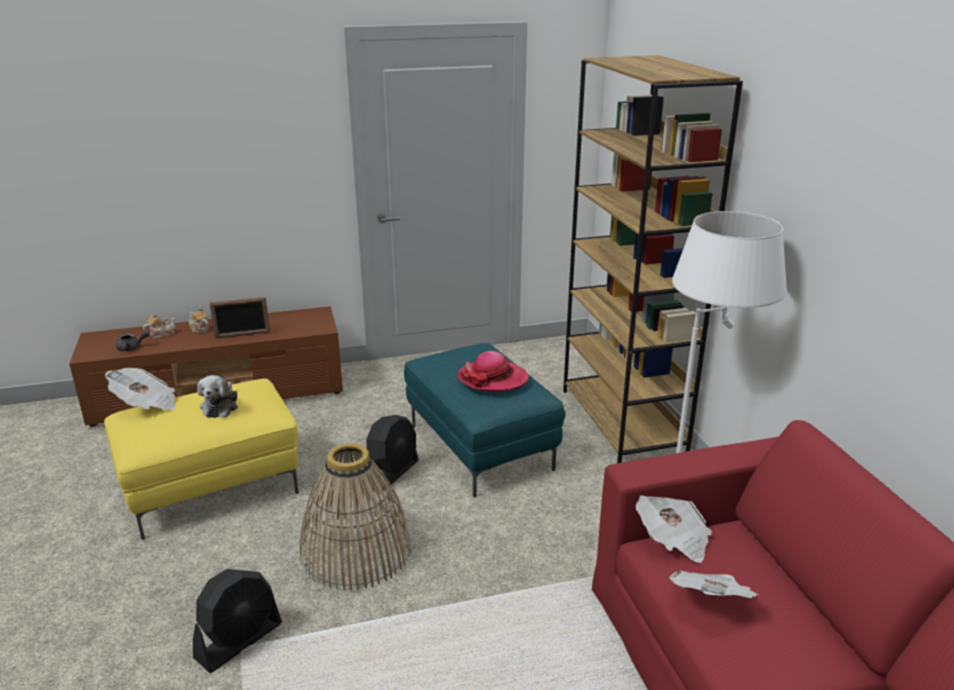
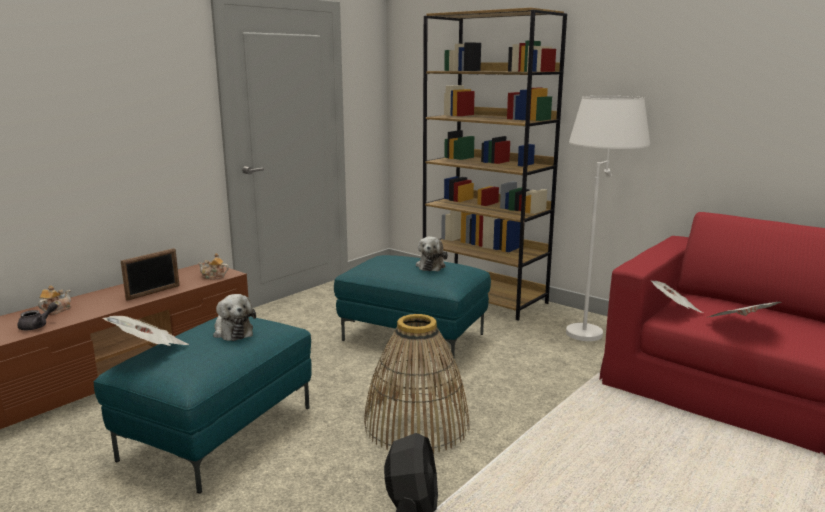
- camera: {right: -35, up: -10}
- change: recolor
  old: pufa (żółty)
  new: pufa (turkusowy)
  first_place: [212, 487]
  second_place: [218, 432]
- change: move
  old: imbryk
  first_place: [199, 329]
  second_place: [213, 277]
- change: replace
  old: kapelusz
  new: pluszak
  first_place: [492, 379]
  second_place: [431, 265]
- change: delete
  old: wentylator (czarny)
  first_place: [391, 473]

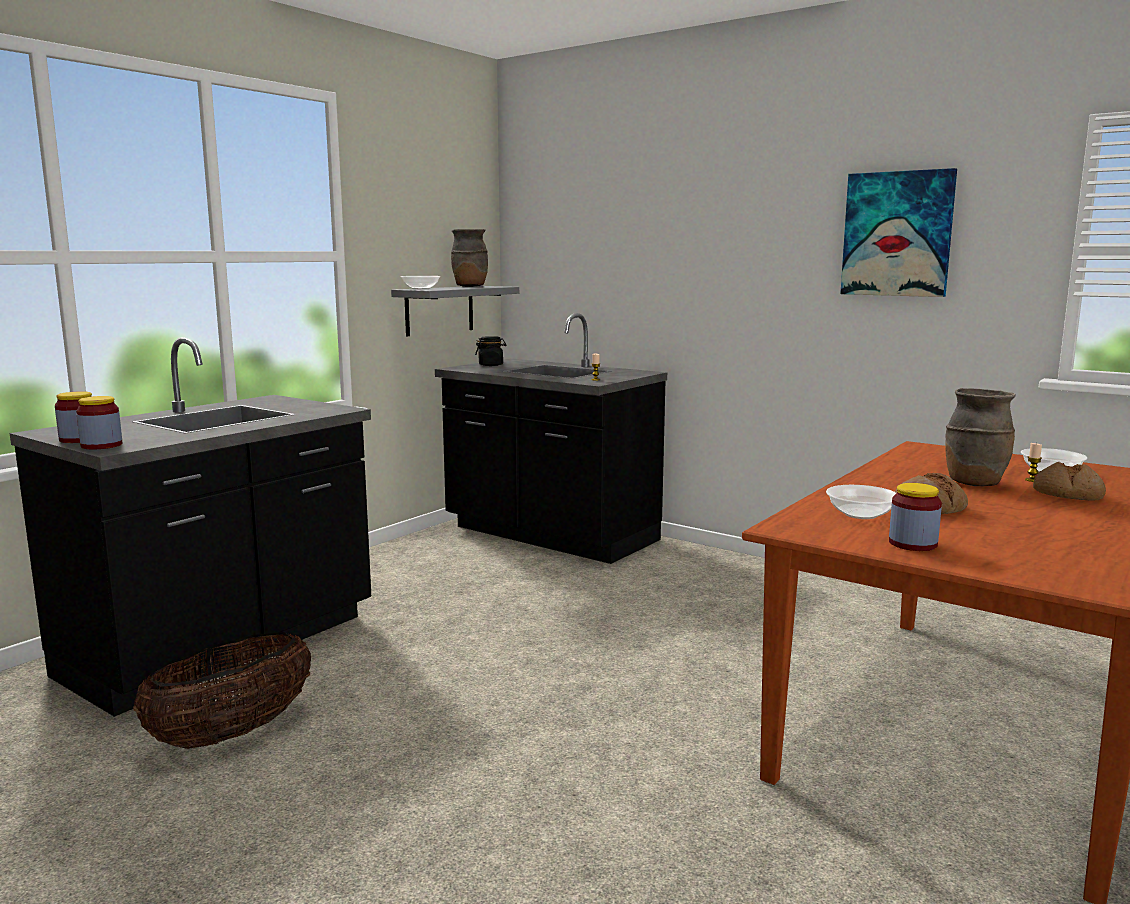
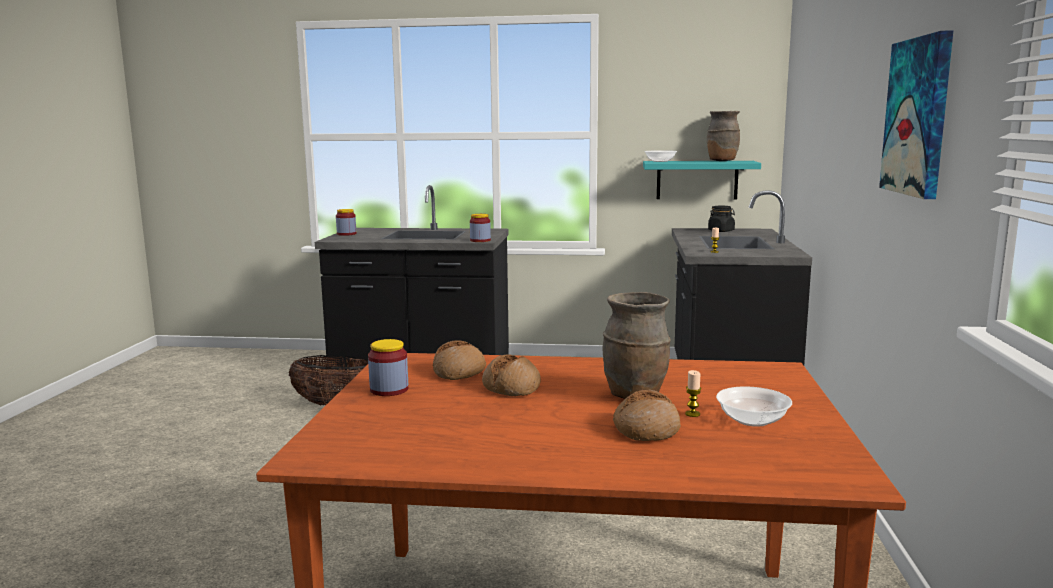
- camera: {right: 60, up: 0}
- change: replace
  old: miska
  new: chleb
  first_place: [861, 514]
  second_place: [459, 371]
- change: move
  old: słoik
  first_place: [101, 445]
  second_place: [480, 240]
- change: recolor
  old: półka (szary)
  new: półka (turkusowy)
  first_place: [439, 310]
  second_place: [697, 180]

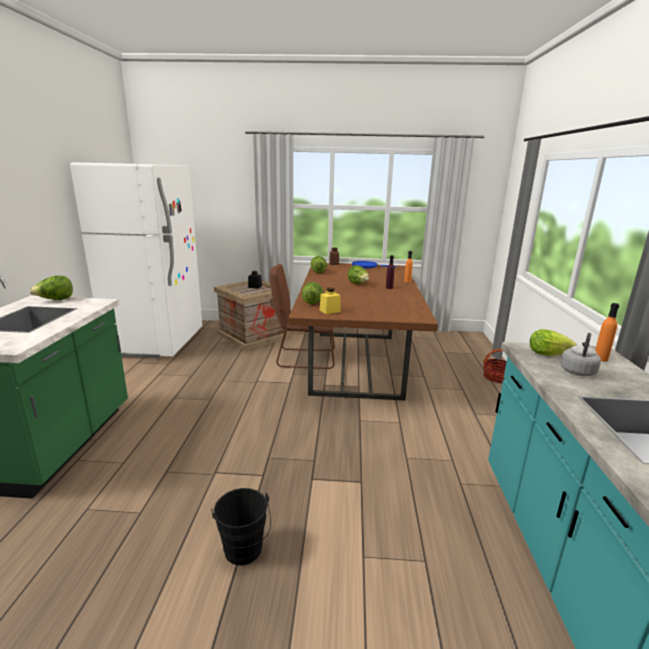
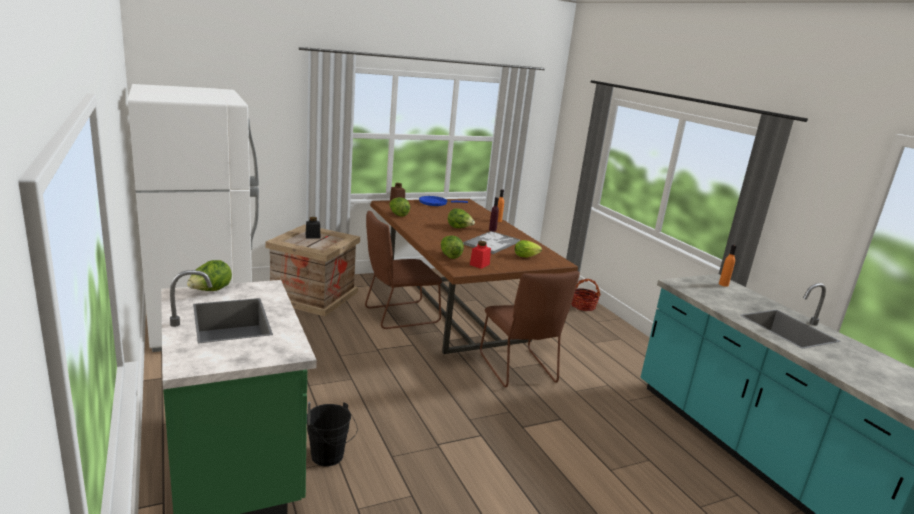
- camera: {right: -30, up: 0}
- change: move
  old: wiadro (czarny)
  first_place: [244, 553]
  second_place: [330, 457]
- change: insert
  new: taca
  second_place: [492, 243]
- change: recolor
  old: słoik (żółty)
  new: słoik (czerwony)
  first_place: [330, 311]
  second_place: [479, 264]
- change: insert
  new: krzesło (brązowy)
  second_place: [519, 370]
- change: move
  old: sałata
  first_place: [550, 355]
  second_place: [527, 256]
- change: delete
  old: czajnik (szary)
  first_place: [578, 371]

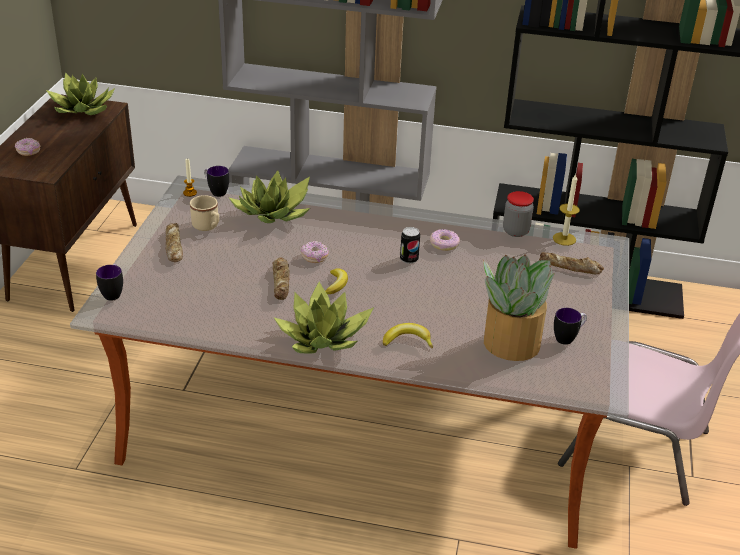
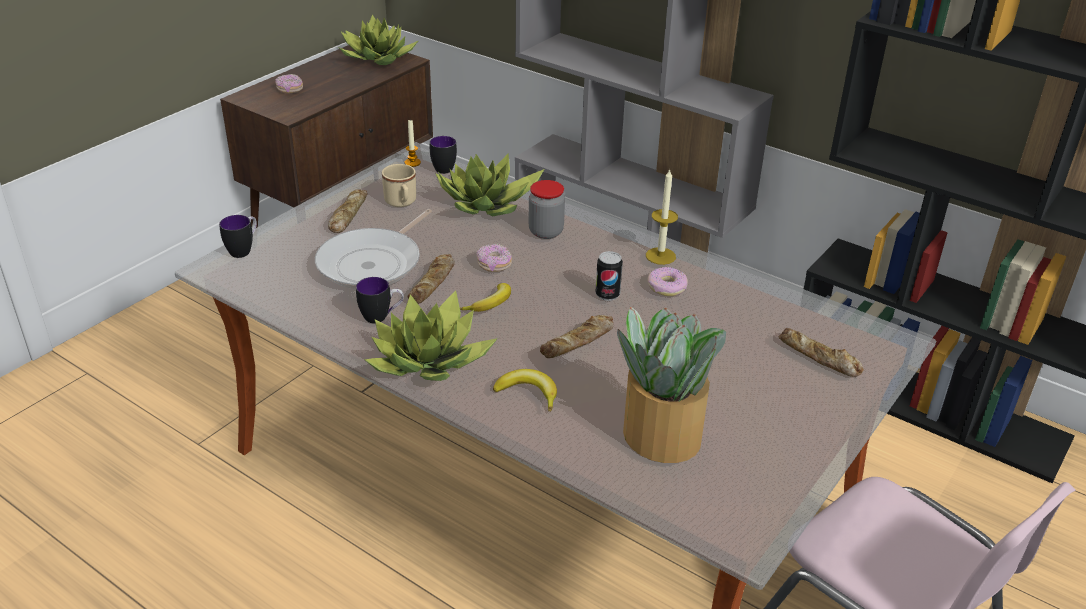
- camera: {right: 25, up: 0}
- change: insert
  new: patelnia
  second_place: [373, 263]
- change: move
  old: kubek
  first_place: [568, 338]
  second_place: [381, 317]
- change: move
  old: słoik
  first_place: [515, 231]
  second_place: [546, 232]
- change: insert
  new: chleb
  second_place: [578, 342]
- change: move
  old: świeca
  first_place: [564, 239]
  second_place: [660, 256]

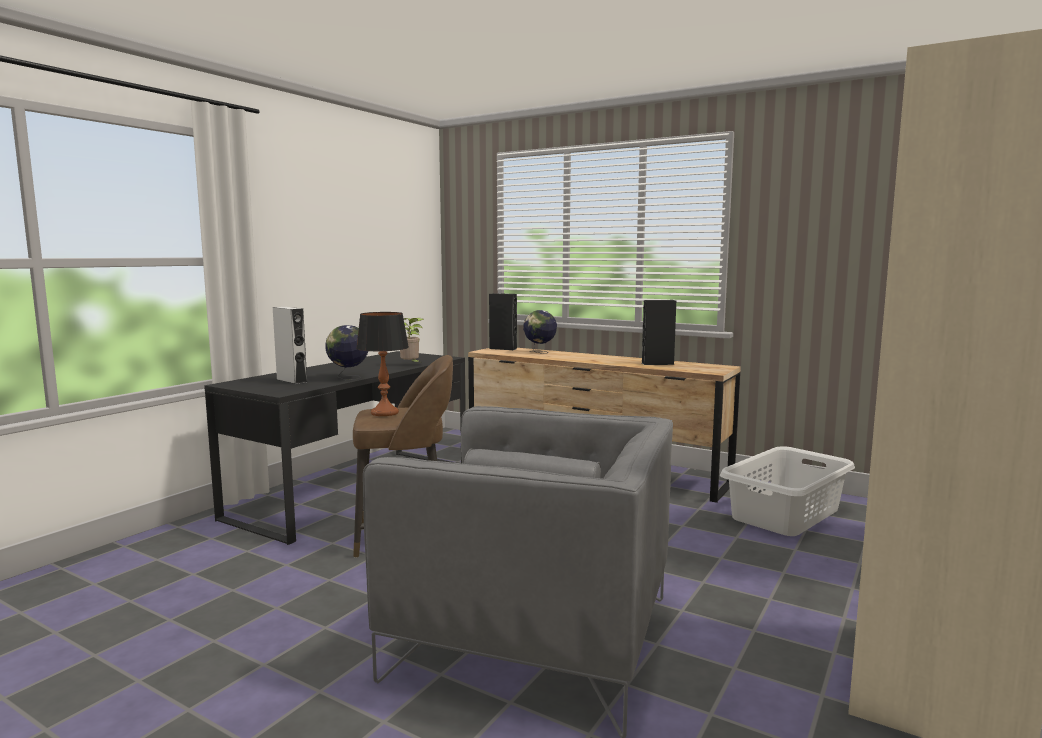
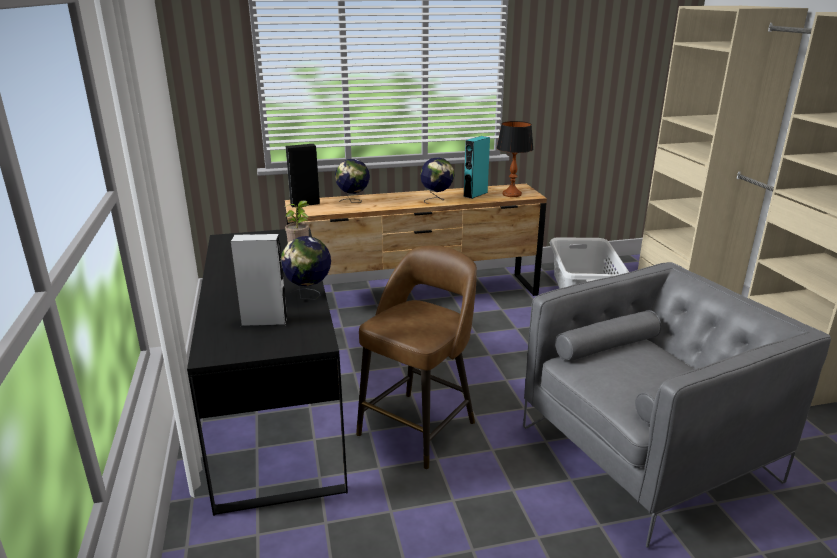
- camera: {right: -45, up: 15}
- change: insert
  new: globus
  second_place: [437, 200]
- change: recolor
  old: głośnik (czarny)
  new: głośnik (turkusowy)
  first_place: [657, 363]
  second_place: [475, 194]
- change: move
  old: lampa stołowa
  first_place: [385, 413]
  second_place: [512, 194]

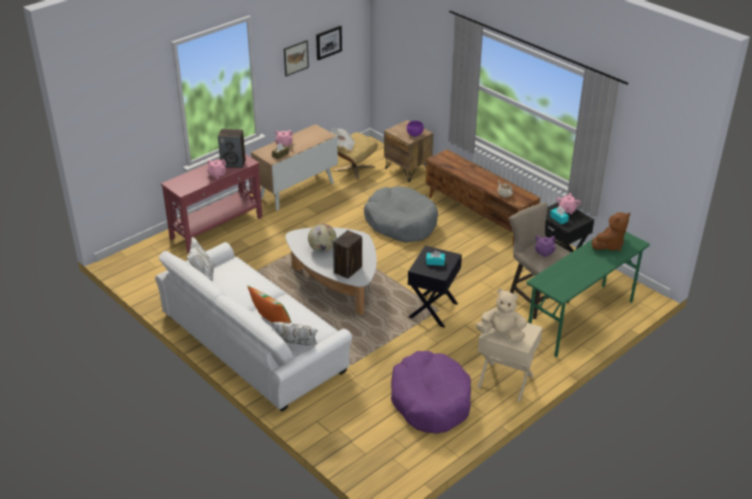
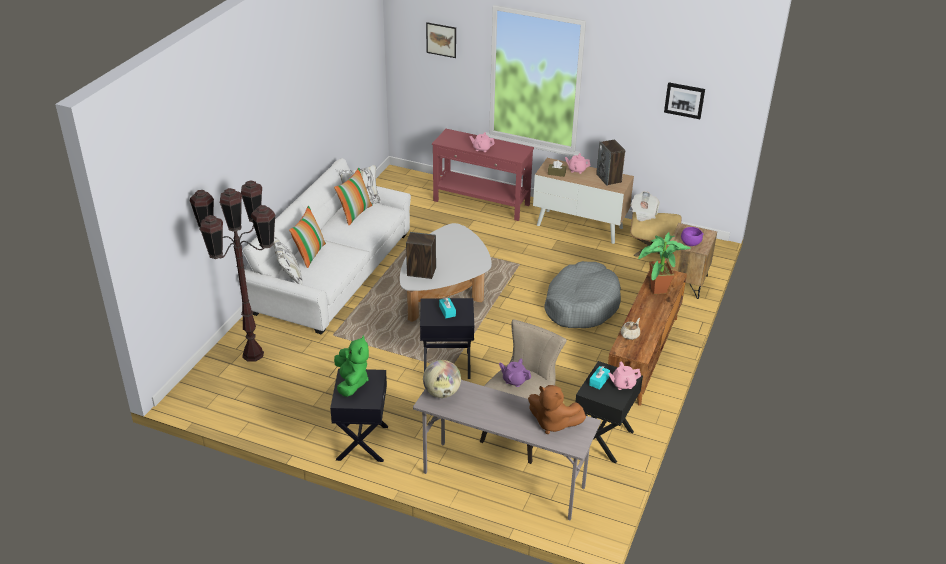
- camera: {right: 65, up: 0}
- change: insert
  new: lampa stojąca (brązowy)
  second_place: [253, 354]
- change: recolor
  old: stolik (beżowy)
  new: stolik (czarny)
  first_place: [505, 382]
  second_place: [361, 443]
- change: insert
  new: poduszka
  second_place: [355, 213]
- change: recolor
  old: pluszak (beżowy)
  new: pluszak (zielony)
  first_place: [501, 334]
  second_place: [351, 382]
- change: recolor
  old: biurko (zielony)
  new: biurko (szary)
  first_place: [580, 320]
  second_place: [503, 480]
- change: move
  old: globus
  first_place: [322, 249]
  second_place: [442, 393]
- change: move
  old: obraz
  first_place: [296, 58]
  second_place: [441, 40]
- change: move
  old: głośnik
  first_place: [233, 163]
  second_place: [609, 178]
- change: insert
  new: roślina doniczkowa
  second_place: [657, 292]
- change: delete
  old: legowisko (fioletowy)
  first_place: [430, 400]

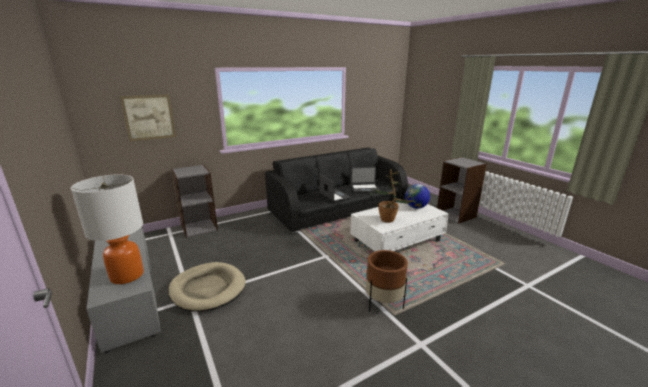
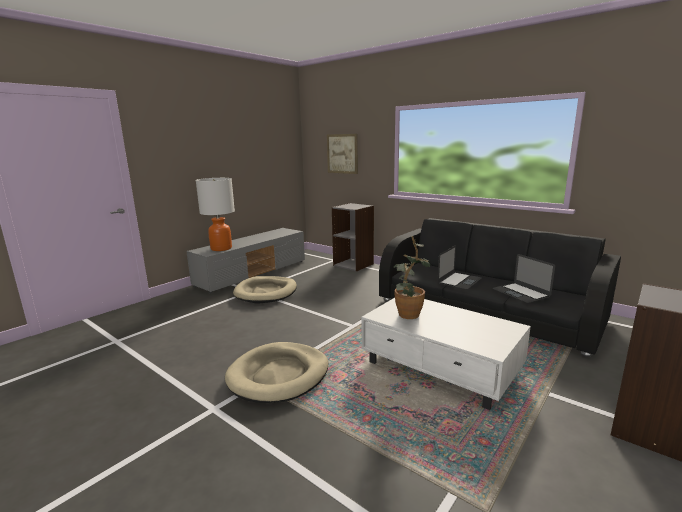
- camera: {right: 70, up: -5}
- change: replace
  old: donica (brązowy)
  new: legowisko (beżowy)
  first_place: [383, 303]
  second_place: [279, 375]
- change: delete
  old: globus
  first_place: [416, 207]

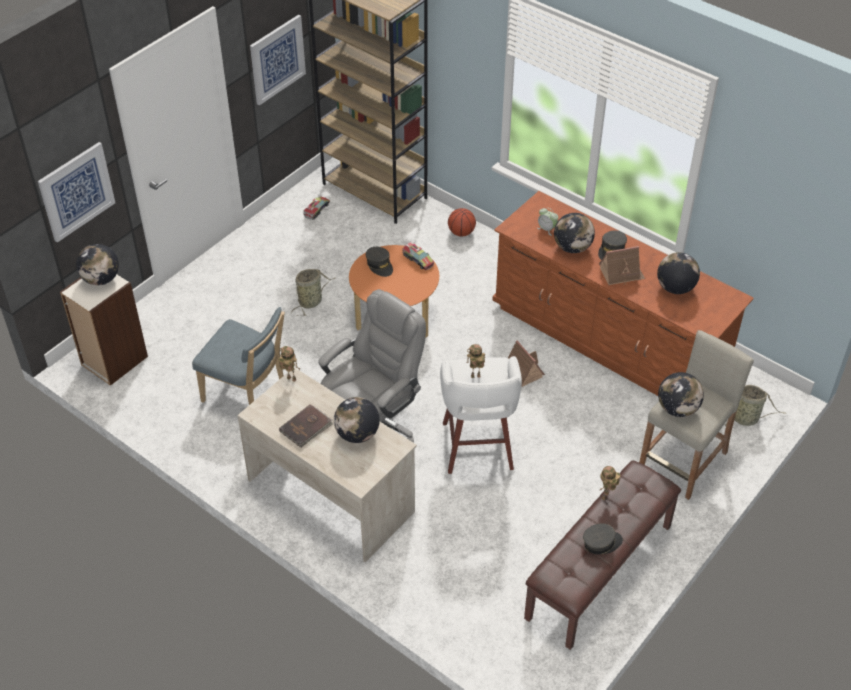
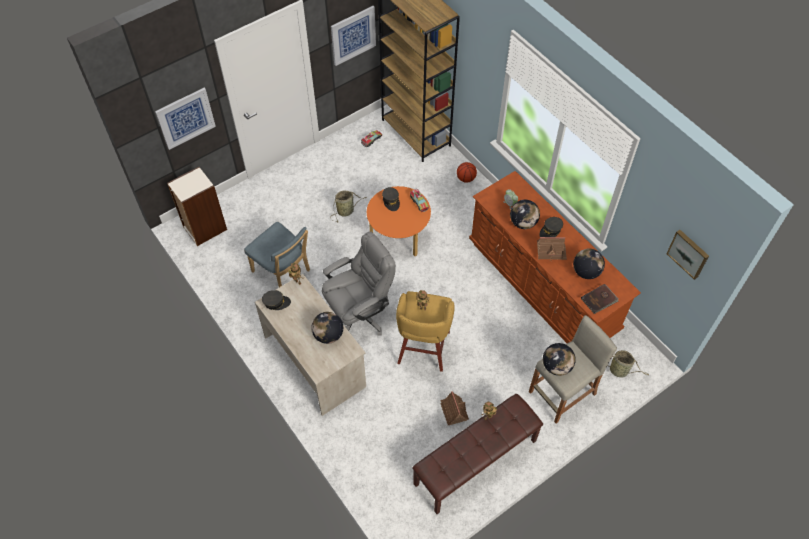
- camera: {right: 15, up: 10}
- change: move
  old: czapka z daszkiem (szary)
  first_place: [601, 543]
  second_place: [276, 302]
- change: recolor
  old: stołek (biały)
  new: stołek (żółty)
  first_place: [477, 448]
  second_place: [423, 349]
- change: move
  old: domek
  first_place: [522, 371]
  second_place: [453, 411]
- change: move
  old: książka (brązowy)
  first_place: [306, 427]
  second_place: [599, 300]
- change: insert
  new: obraz
  second_place: [688, 253]
- change: delete
  old: globus
  first_place: [101, 279]

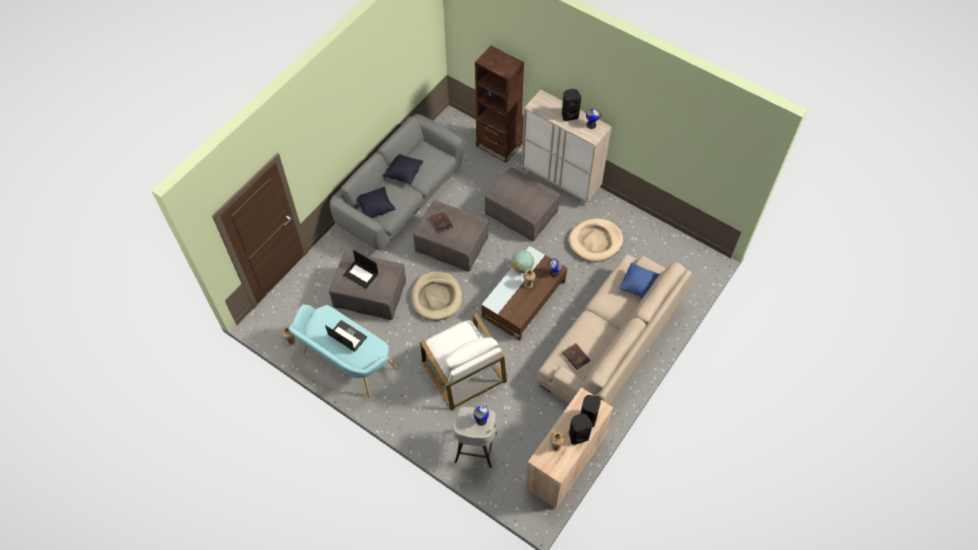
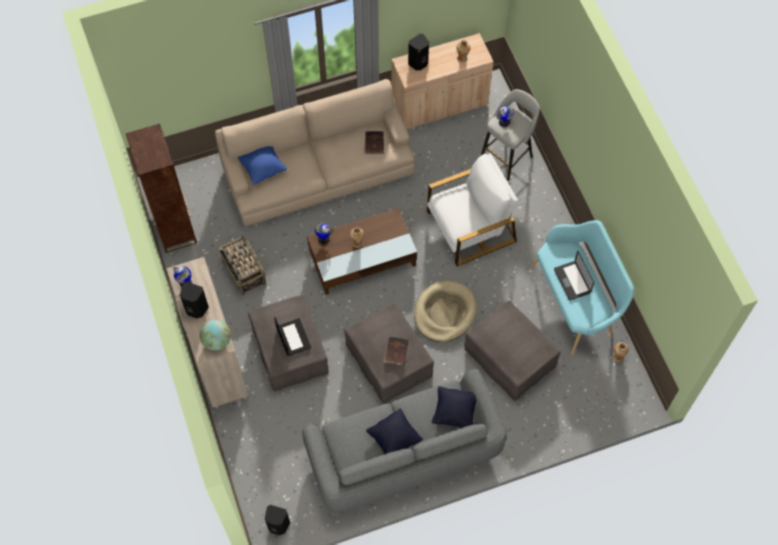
- camera: {right: -145, up: 5}
- change: move
  old: regał (brązowy)
  first_place: [498, 146]
  second_place: [175, 228]
- change: move
  old: globus
  first_place: [522, 267]
  second_place: [217, 341]
- change: replace
  old: legowisko (beżowy)
  new: koszyk
  first_place: [595, 241]
  second_place: [244, 272]
- change: move
  old: głośnik (czarny)
  first_place: [578, 435]
  second_place: [278, 525]
- change: move
  old: laptop
  first_place: [361, 274]
  second_place: [293, 337]
- change: rotate
  old: fotel (biały)
  first_place: [463, 371]
  second_place: [470, 227]
  degrees: 60

